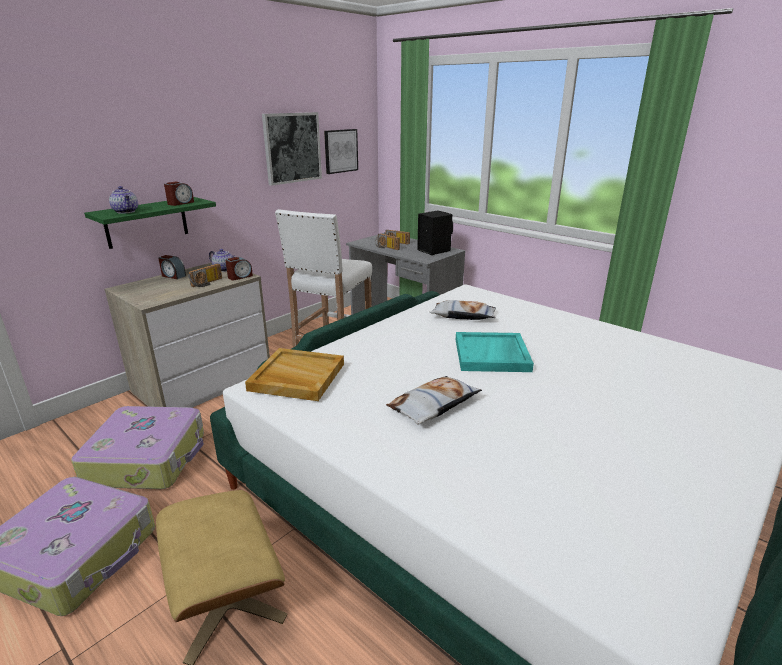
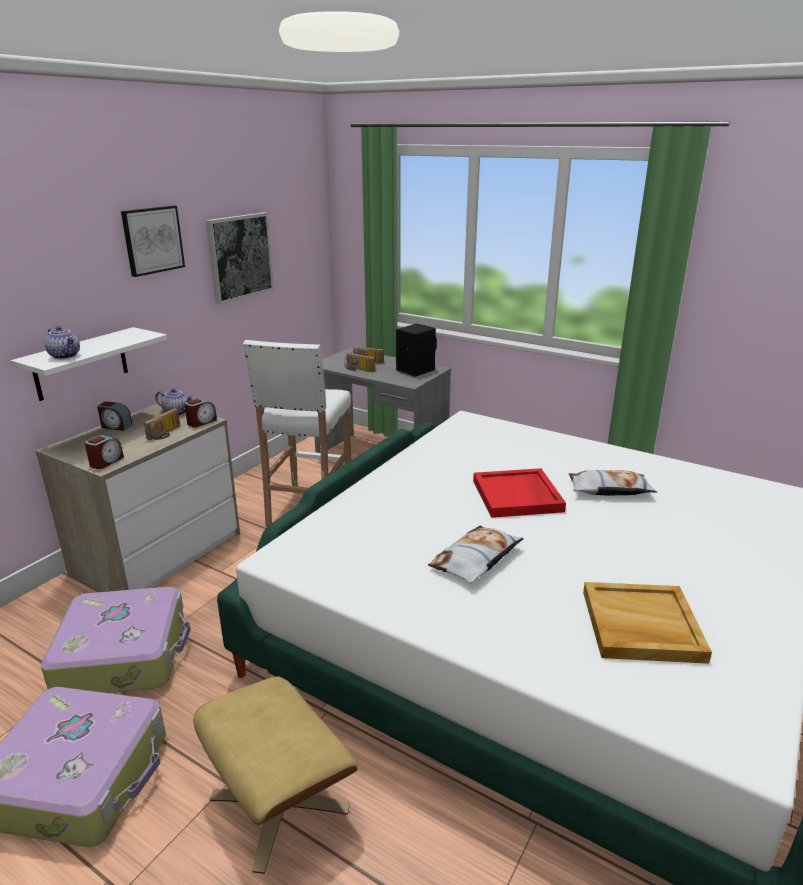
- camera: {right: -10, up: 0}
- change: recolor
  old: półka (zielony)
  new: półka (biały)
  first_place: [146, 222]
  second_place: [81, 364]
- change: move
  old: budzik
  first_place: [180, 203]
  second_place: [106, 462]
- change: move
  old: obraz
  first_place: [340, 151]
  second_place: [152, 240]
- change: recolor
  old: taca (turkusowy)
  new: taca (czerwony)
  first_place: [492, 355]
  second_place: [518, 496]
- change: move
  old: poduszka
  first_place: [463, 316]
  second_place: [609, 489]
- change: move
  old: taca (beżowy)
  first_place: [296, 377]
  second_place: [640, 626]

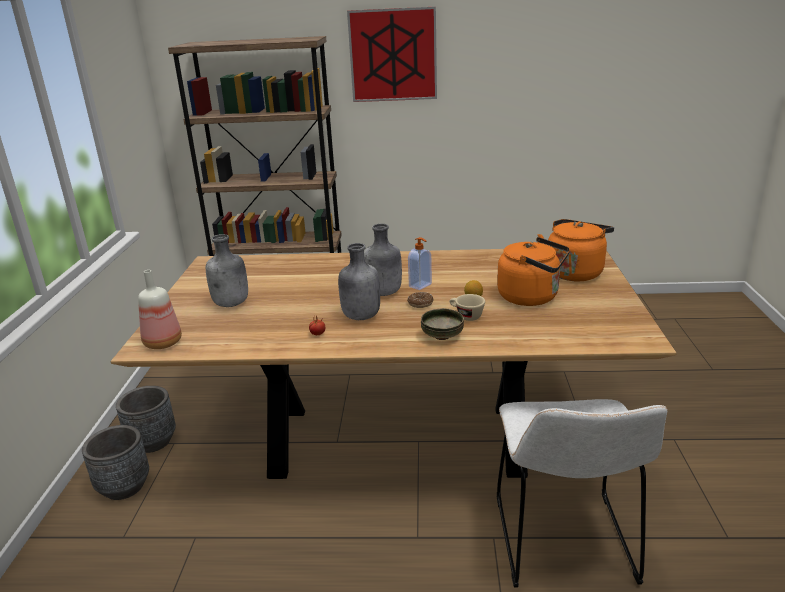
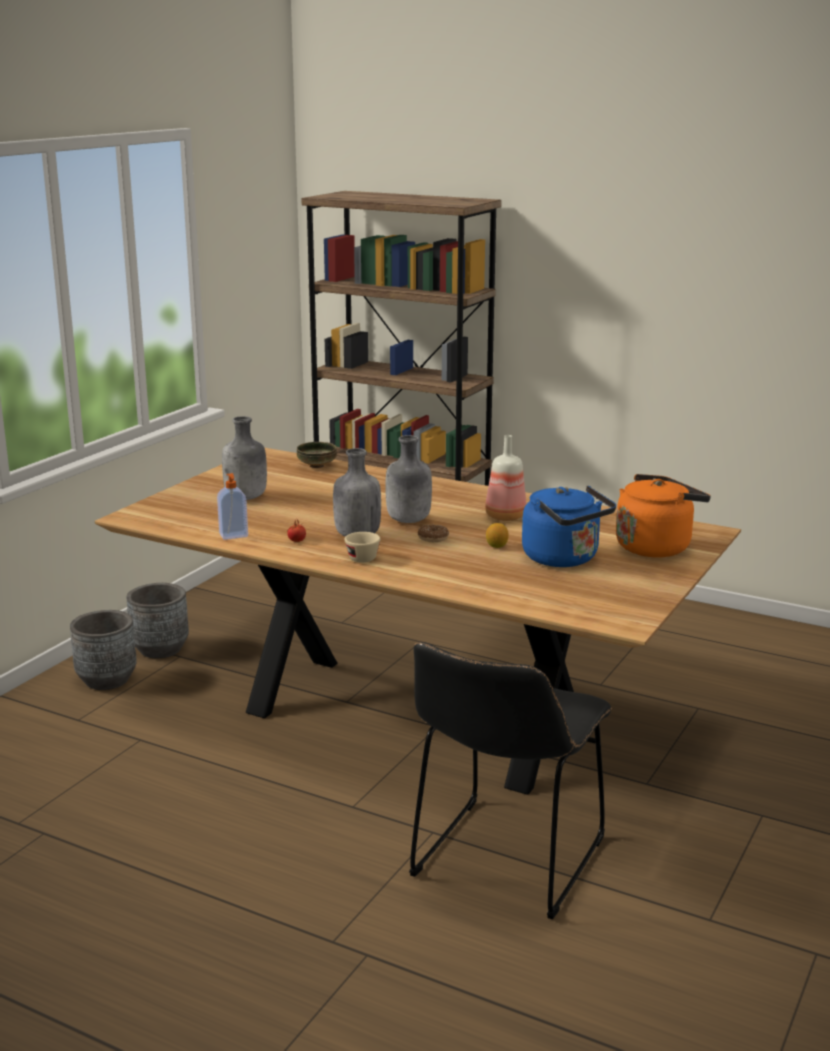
- camera: {right: 25, up: -5}
- change: move
  old: dozownik mydła
  first_place: [421, 285]
  second_place: [234, 535]
- change: move
  old: miska
  first_place: [442, 336]
  second_place: [317, 466]
- change: move
  old: filiżanka (beżowy)
  first_place: [465, 316]
  second_place: [360, 557]
- change: recolor
  old: krzesło (biały)
  new: krzesło (czarny)
  first_place: [565, 545]
  second_place: [504, 863]
- change: move
  old: butelka
  first_place: [162, 343]
  second_place: [504, 517]
- change: recolor
  old: czajnik (pomarańczowy)
  new: czajnik (niebieski)
  first_place: [532, 297]
  second_place: [564, 559]
- change: delete
  old: obraz
  first_place: [393, 55]

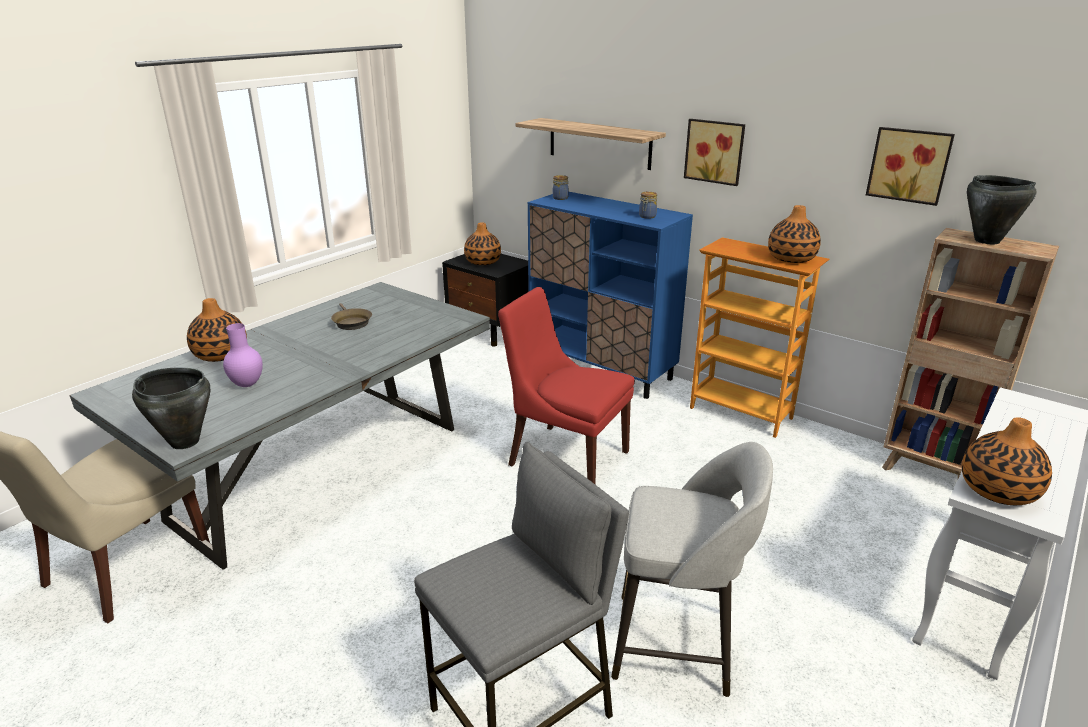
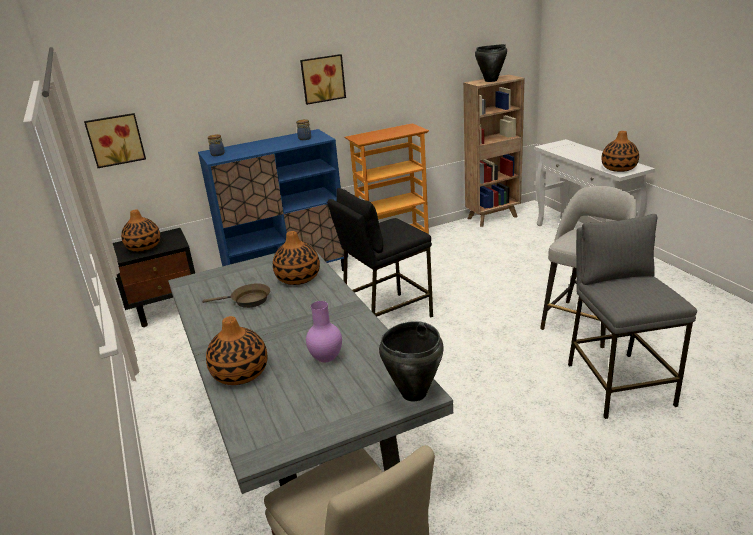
- camera: {right: -60, up: 0}
- change: move
  old: obraz
  first_place: [909, 165]
  second_place: [115, 140]
- change: move
  old: wazon
  first_place: [791, 258]
  second_place: [298, 278]
- change: replace
  old: krzesło (czerwony)
  new: stołek (czarny)
  first_place: [565, 457]
  second_place: [386, 316]
- change: delete
  old: półka
  first_place: [599, 143]

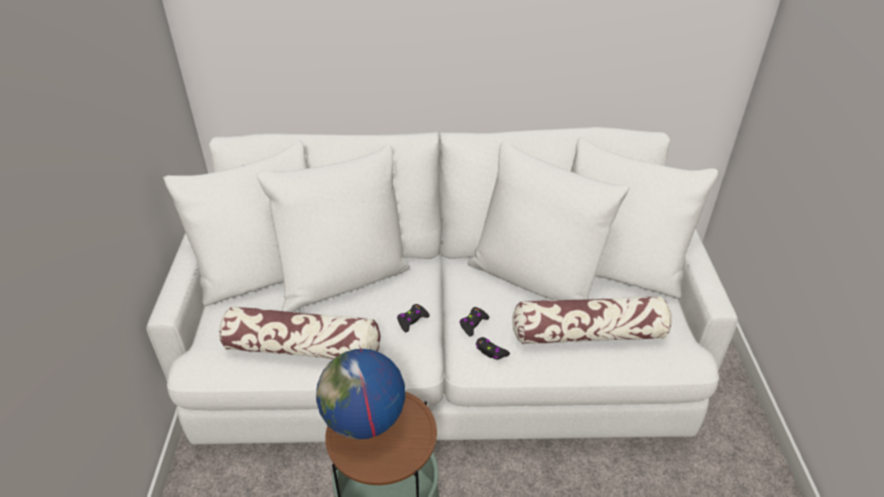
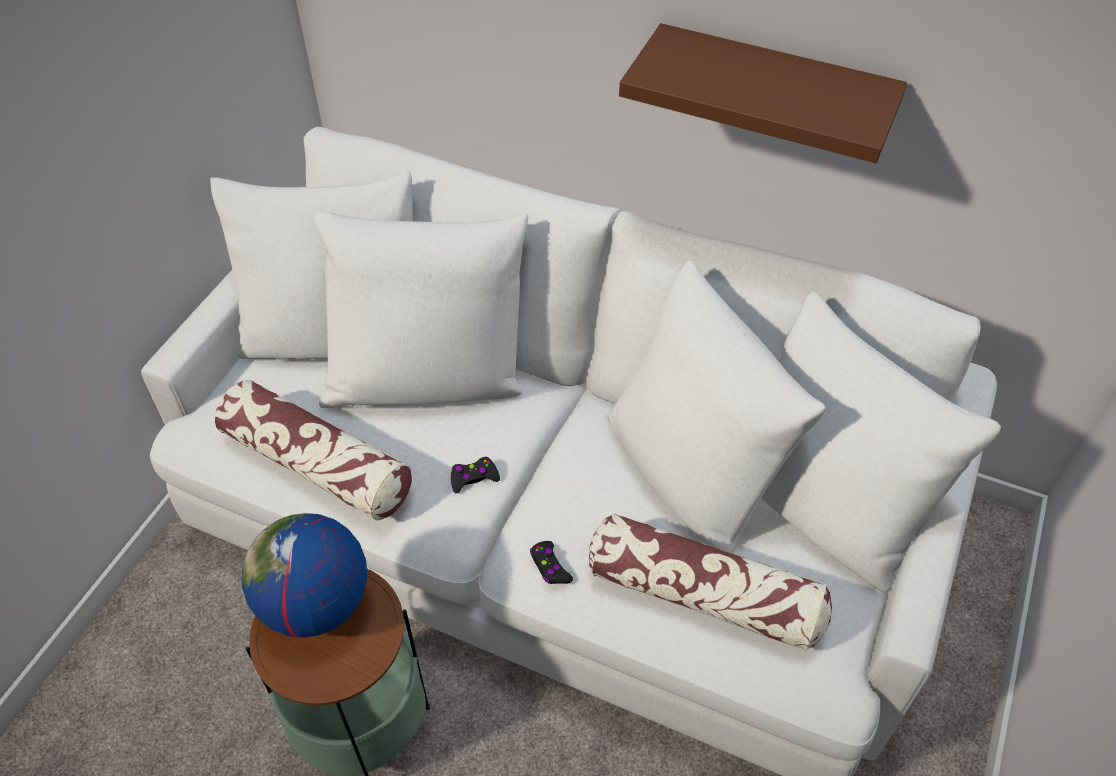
- camera: {right: 25, up: 10}
- change: insert
  new: półka (brązowy)
  second_place: [772, 90]
- change: delete
  old: pad do gier (czarny)
  first_place: [473, 324]

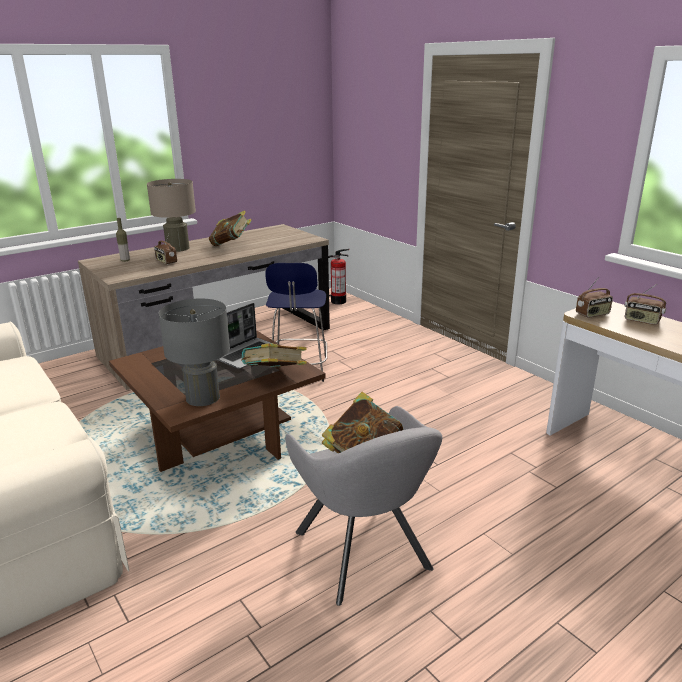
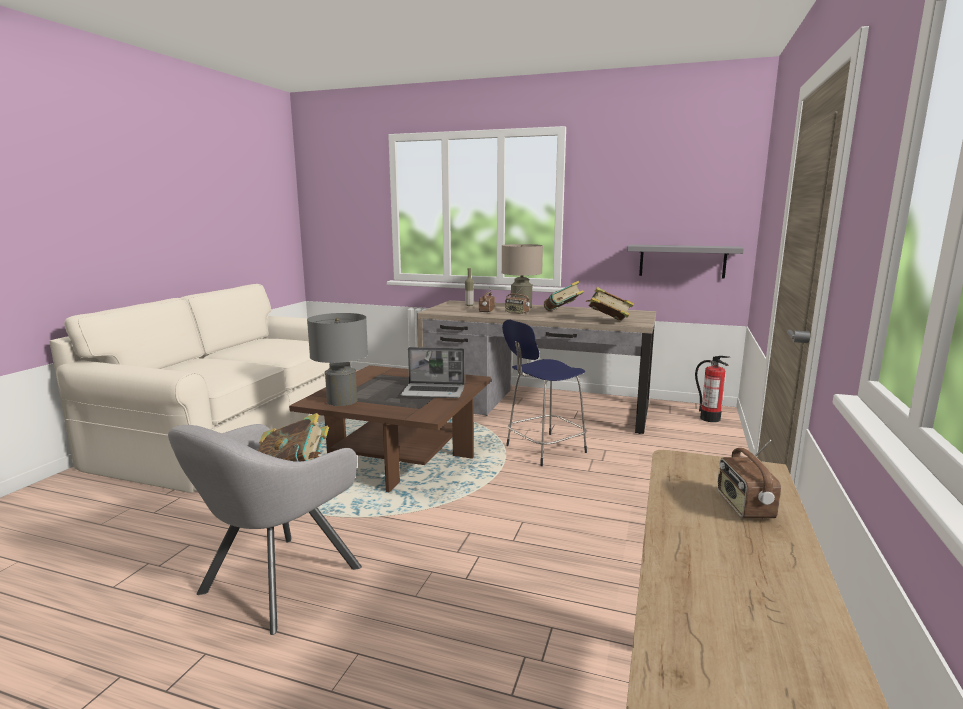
- camera: {right: 55, up: -10}
- change: move
  old: radio
  first_place: [592, 314]
  second_place: [516, 312]
- change: move
  old: książka
  first_place: [274, 376]
  second_place: [608, 322]
- change: insert
  new: półka (szary)
  second_place: [682, 261]

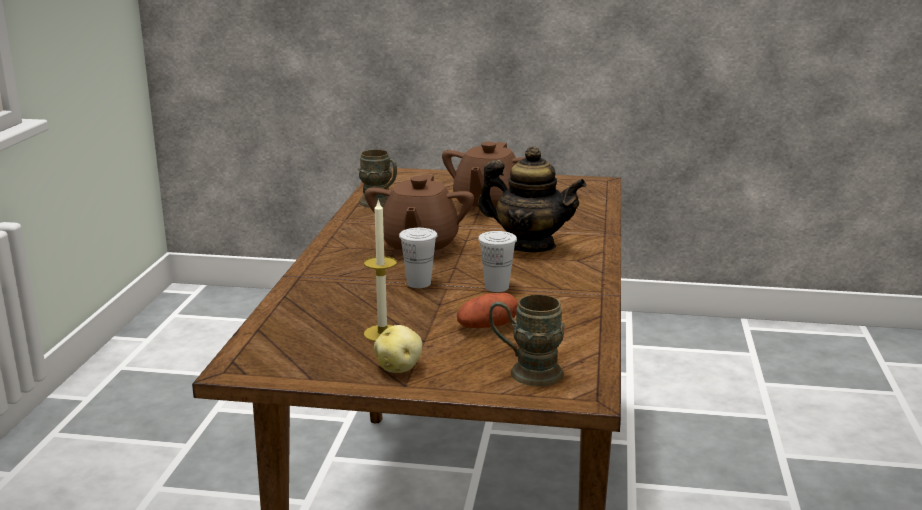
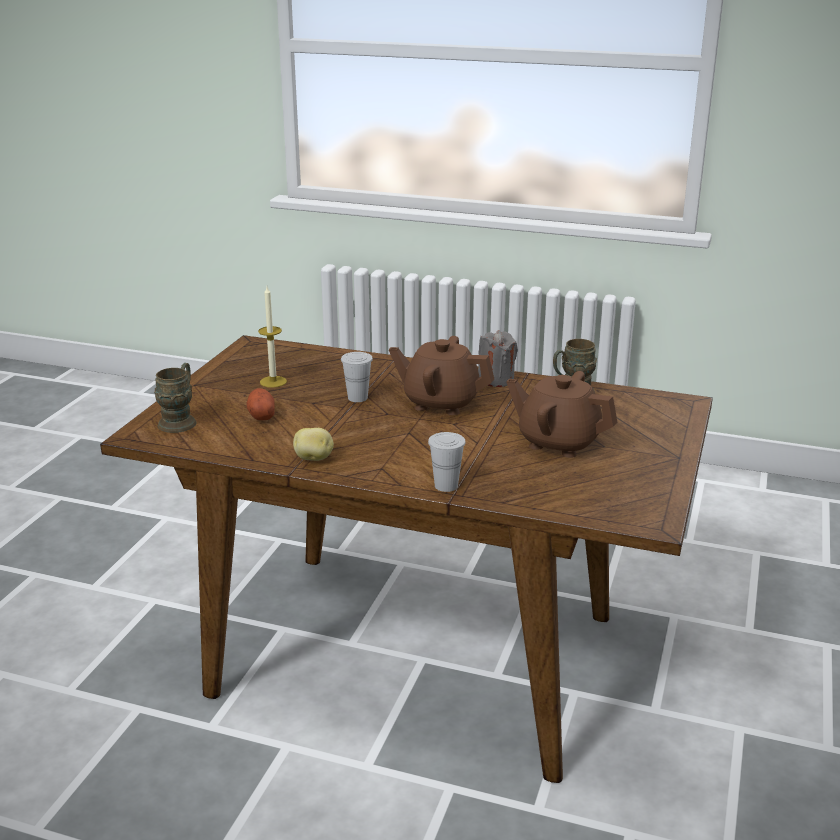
- camera: {right: 100, up: 5}
- change: move
  old: ziemniak
  first_place: [399, 367]
  second_place: [314, 458]
- change: move
  old: filiżanka (biały)
  first_place: [496, 287]
  second_place: [446, 486]
- change: insert
  new: świeca (szary)
  second_place: [496, 380]
- change: delete
  old: imbryk
  first_place: [530, 245]

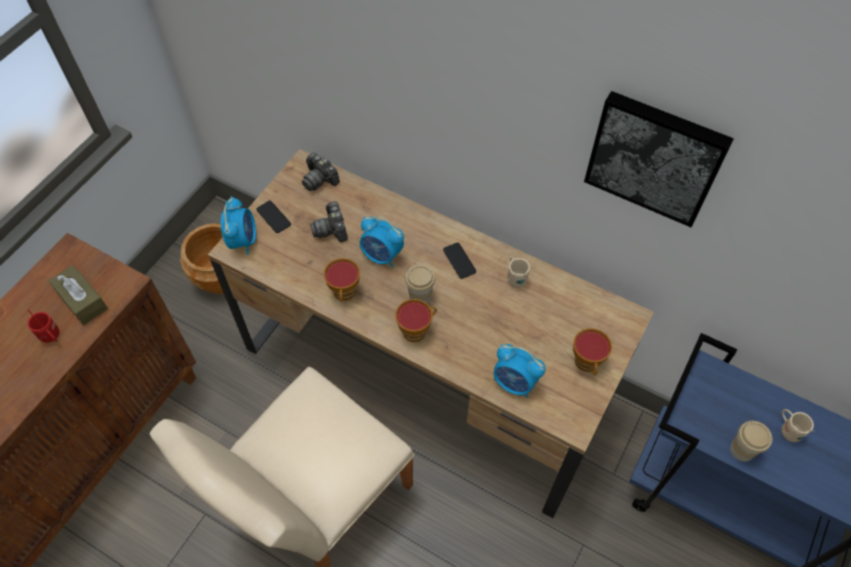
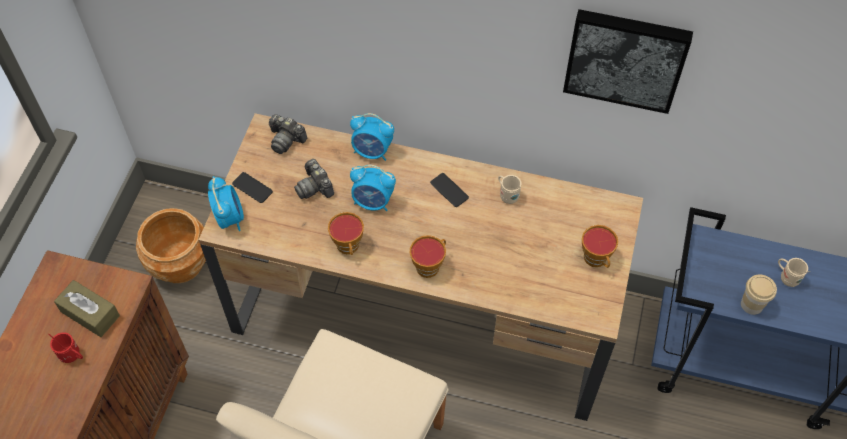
- camera: {right: -15, up: 0}
- change: move
  old: budzik
  first_place: [515, 382]
  second_place: [372, 151]
- change: delete
  old: filiżanka
  first_place: [420, 296]

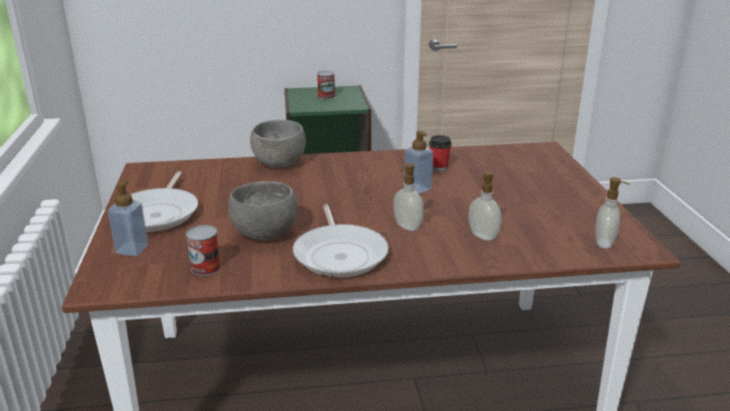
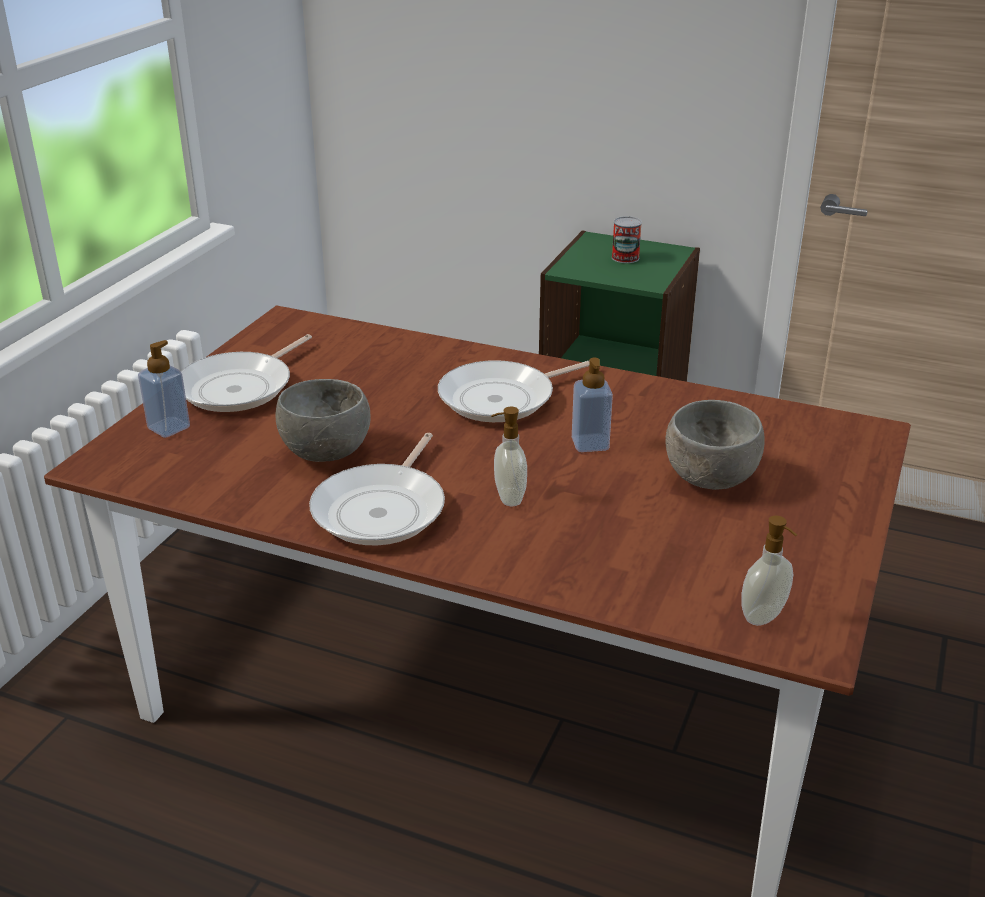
- camera: {right: 30, up: 5}
- change: insert
  new: patelnia
  second_place: [503, 398]
- change: move
  old: miska (szary)
  first_place: [278, 164]
  second_place: [708, 478]
- change: delete
  old: puszka
  first_place: [205, 268]
- change: delete
  old: filiżanka
  first_place: [439, 167]
- change: delete
  old: dozownik mydła
  first_place: [482, 236]

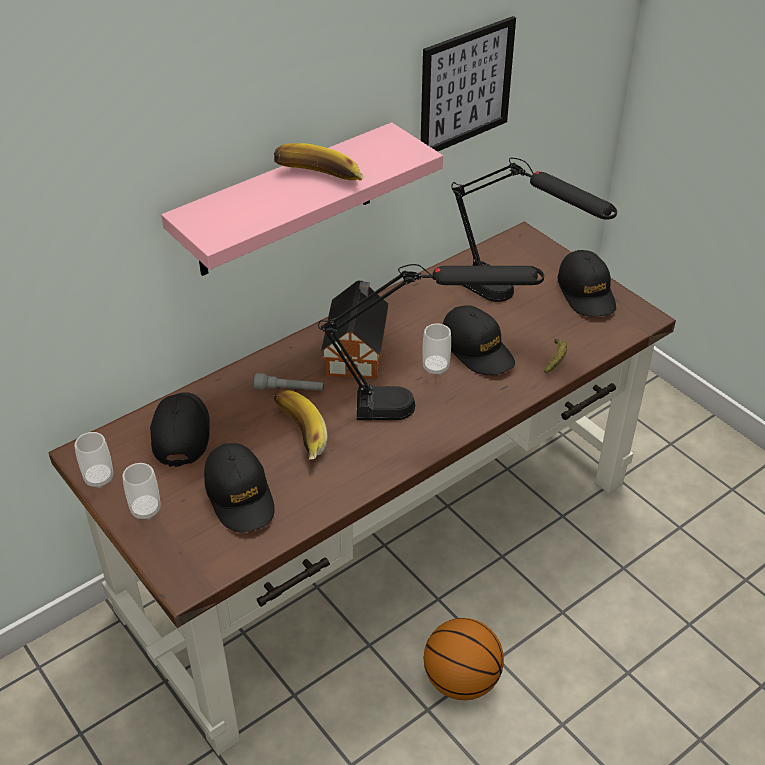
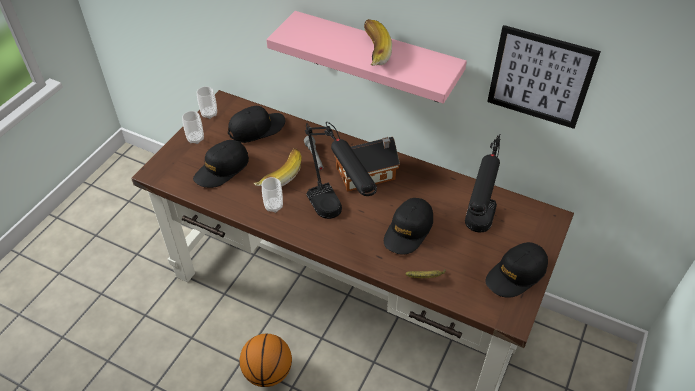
- camera: {right: 65, up: 5}
- change: move
  old: filiżanka
  first_place: [435, 368]
  second_place: [273, 206]

